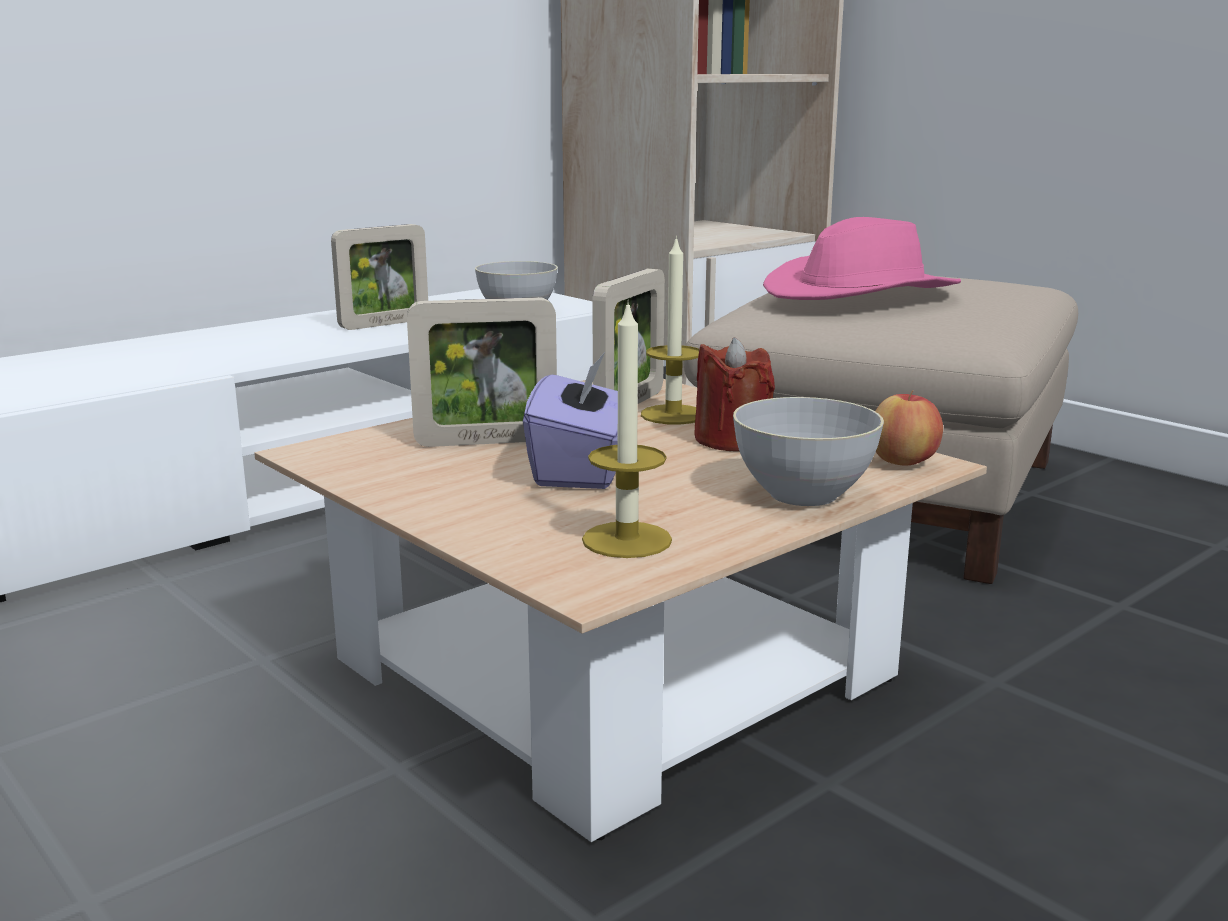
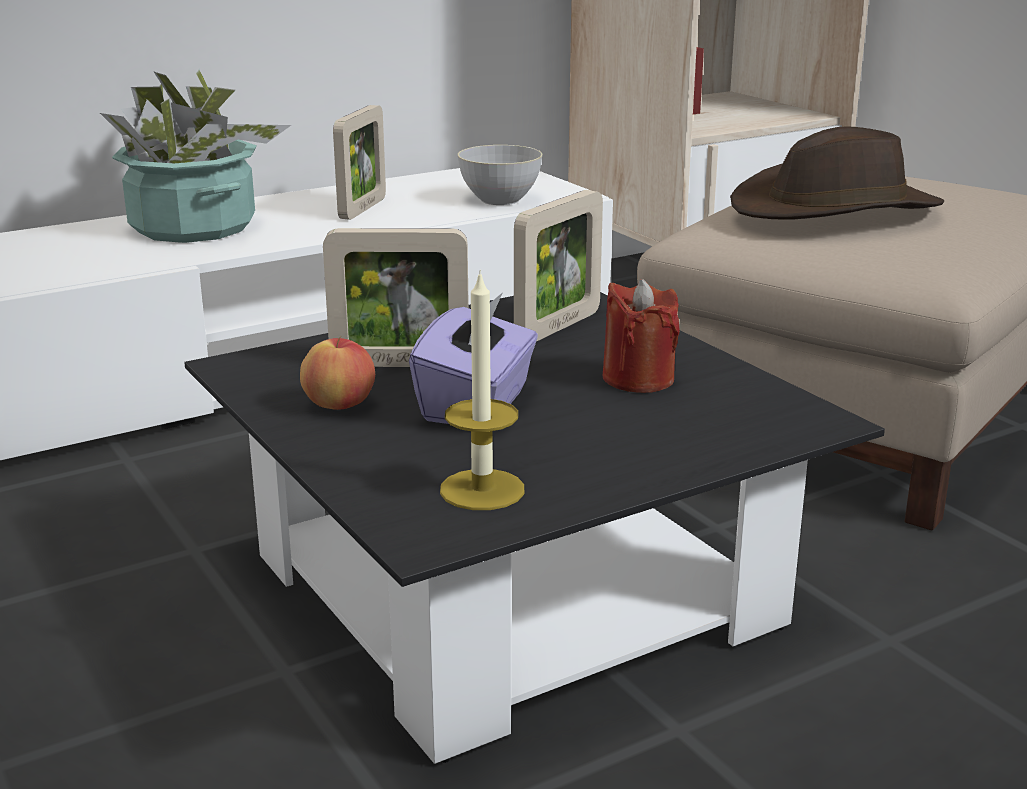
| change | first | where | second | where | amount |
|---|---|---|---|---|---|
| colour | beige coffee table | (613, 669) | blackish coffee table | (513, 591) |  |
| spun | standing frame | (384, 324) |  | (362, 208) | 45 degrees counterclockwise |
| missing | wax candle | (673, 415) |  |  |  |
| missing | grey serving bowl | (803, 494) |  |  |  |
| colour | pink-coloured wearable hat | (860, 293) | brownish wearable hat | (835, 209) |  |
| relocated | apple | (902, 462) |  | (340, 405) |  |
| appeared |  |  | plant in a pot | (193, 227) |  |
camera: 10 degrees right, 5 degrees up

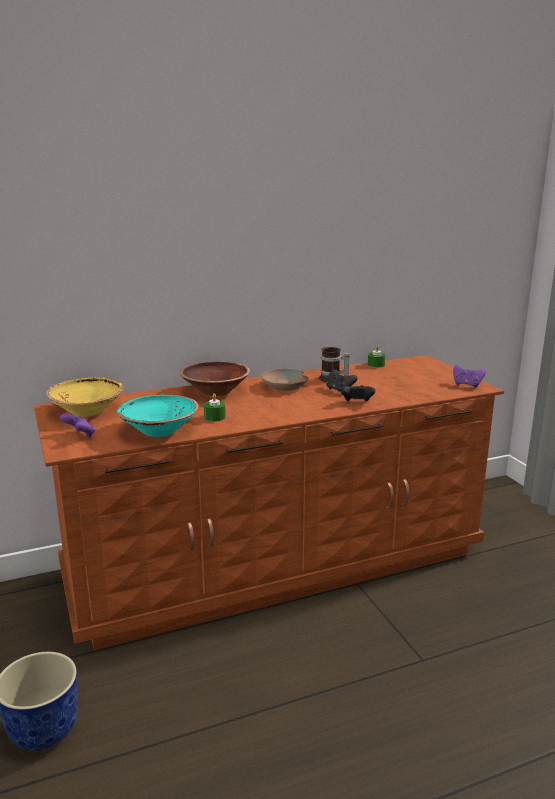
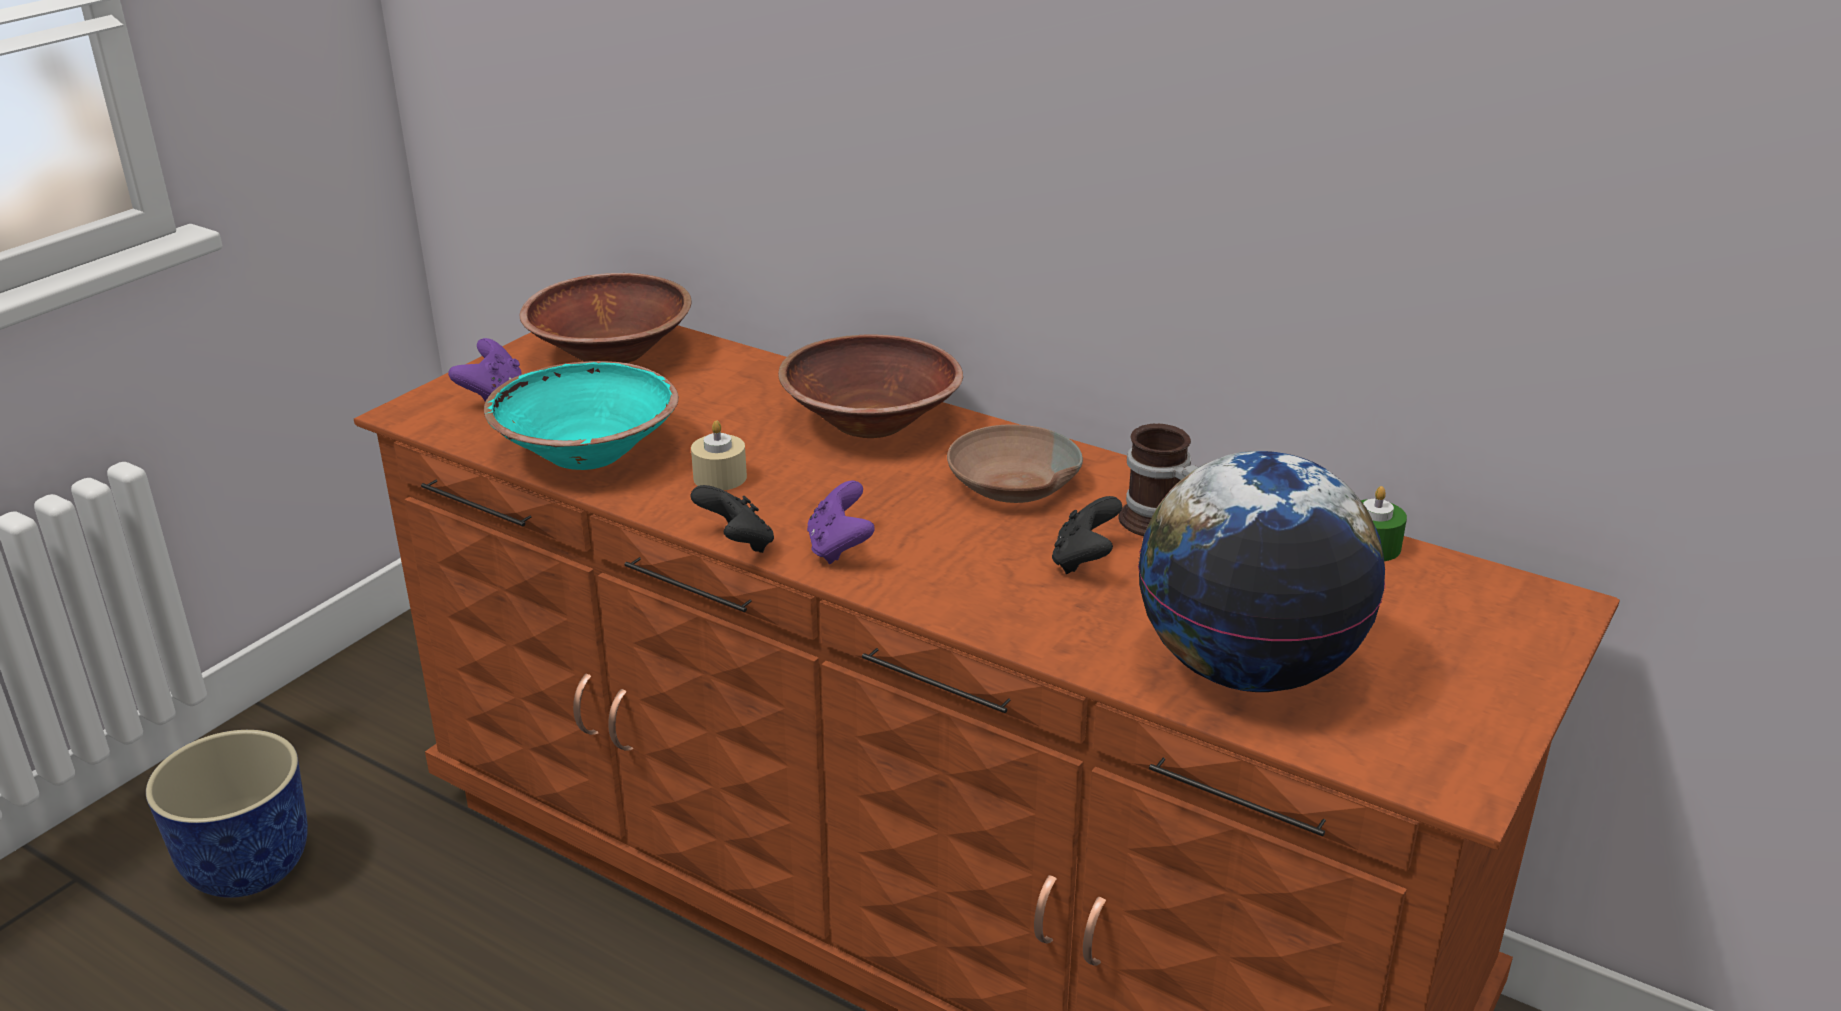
| change | first | where | second | where | amount |
|---|---|---|---|---|---|
| colour | yellowish serving bowl | (87, 411) | brownish serving bowl | (612, 353) |  |
| colour | green-coloured wax candle | (215, 417) | beige wax candle | (720, 477) |  |
| relocated | blackish joypad | (357, 403) |  | (737, 544) |  |
| relocated | purple joypad | (467, 385) |  | (839, 548) |  |
| appeared |  |  | desk globe | (1247, 668) |  |
camera: 55 degrees right, 10 degrees up

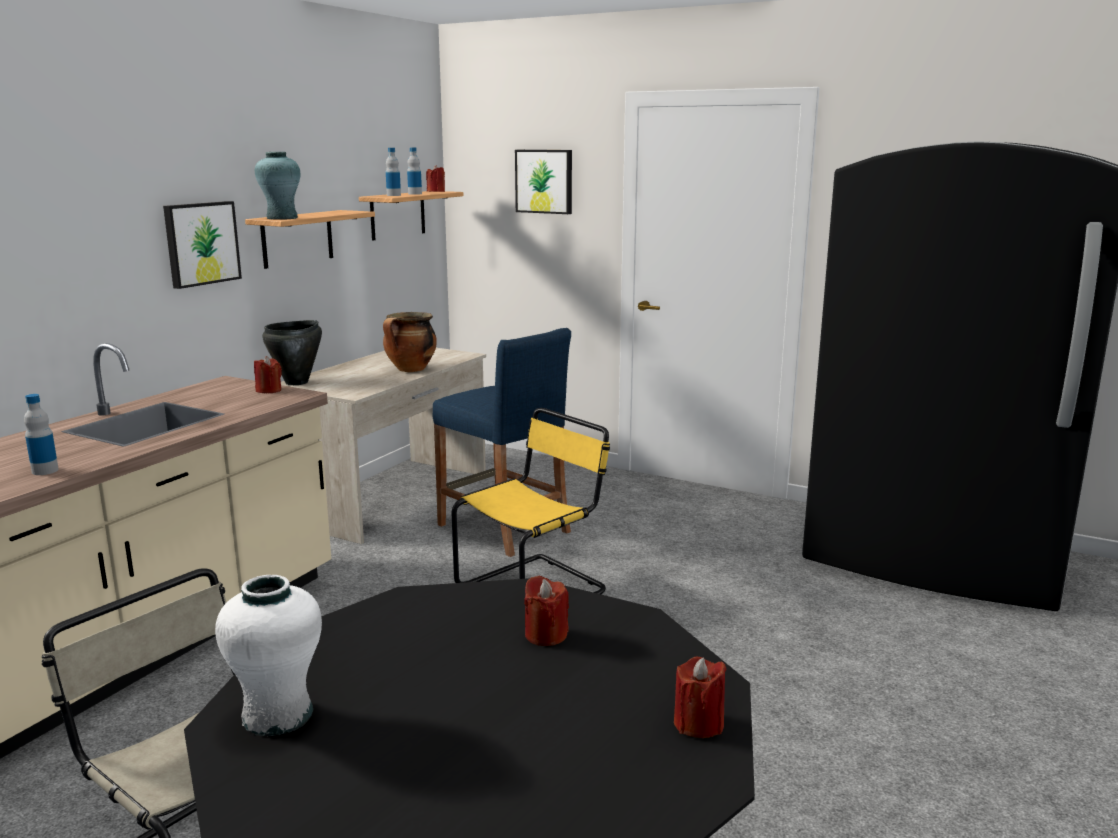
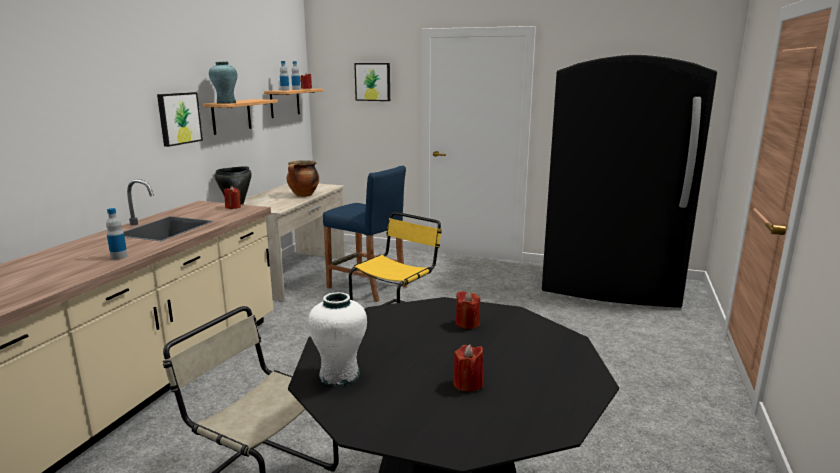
| change | first | where | second | where | amount |
|---|---|---|---|---|---|
| relocated | red-coloured wax candle | (698, 724) |  | (468, 384) |  |
camera: 10 degrees left, 0 degrees up

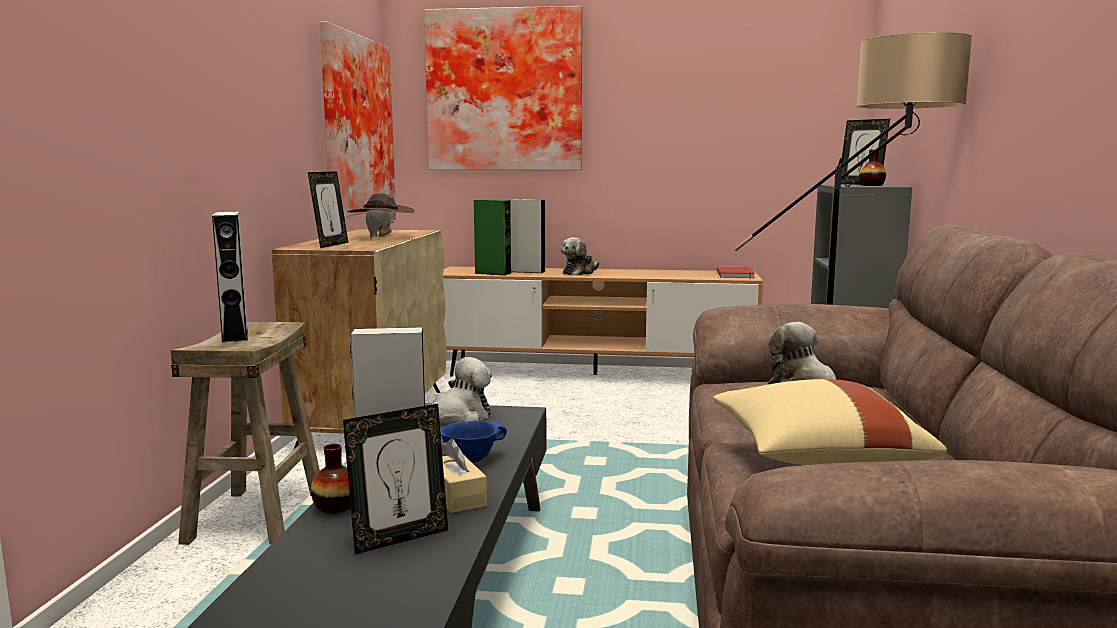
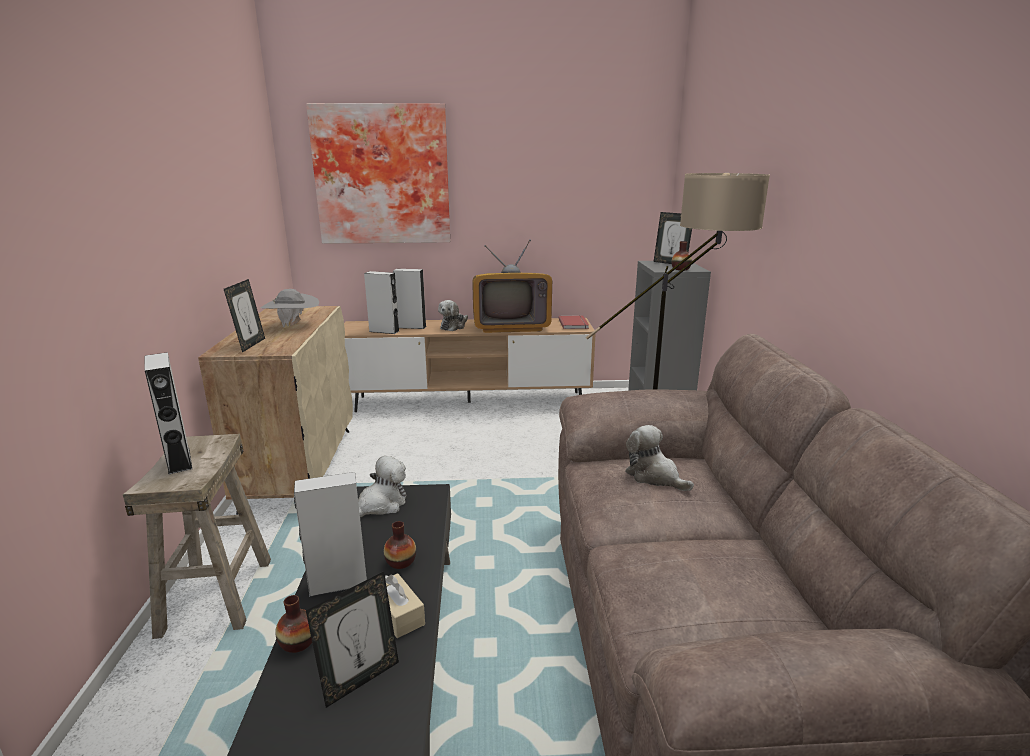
| change | first | where | second | where | amount |
|---|---|---|---|---|---|
| missing | picture | (353, 125) |  |  |  |
| colour | brownish wearable hat | (382, 238) | grey wearable hat | (293, 326) |  |
| exchanged | bluish serving bowl | (470, 459) | flower vase | (401, 562) |  |
| colour | green-coloured loudspeaker | (493, 273) | grey loudspeaker | (384, 331) |  |
| missing | beige throw pillow | (815, 456) |  |  |  |
| appeared |  |  | television | (511, 326) |  |
camera: 10 degrees left, 10 degrees up

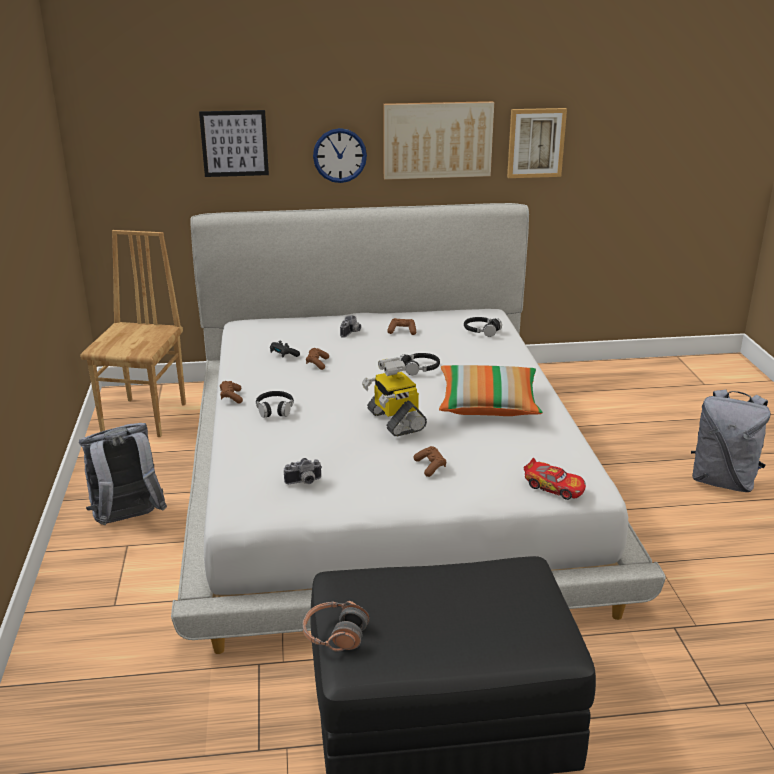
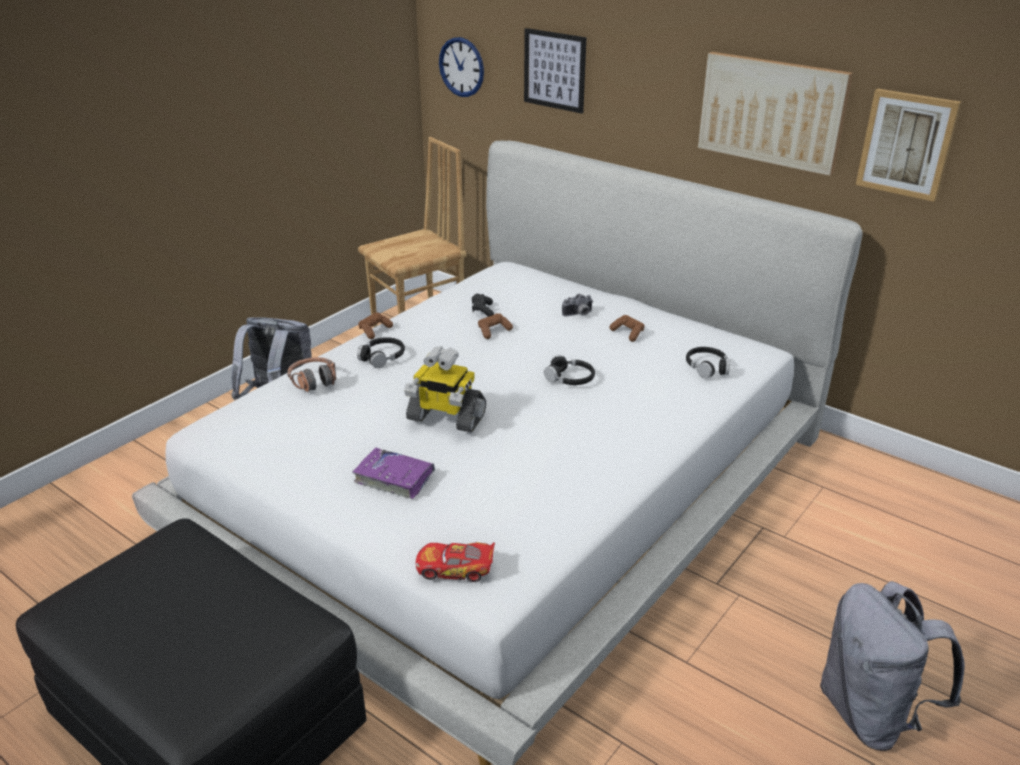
| change | first | where | second | where | amount |
|---|---|---|---|---|---|
| missing | still camera | (304, 482) |  |  |  |
| relocated | headset | (335, 635) |  | (314, 381) |  |
| relocated | hanging clock | (339, 155) |  | (461, 67) |  |
| spun | model robot | (394, 420) |  | (445, 417) | 90 degrees counterclockwise |
| exchanged | brownish joypad | (430, 467) | purple volume | (394, 478) |  |
| missing | throw pillow | (488, 405) |  |  |  |
| spun | miniature car | (554, 487) |  | (455, 568) | 105 degrees clockwise |
camera: 45 degrees right, 5 degrees up

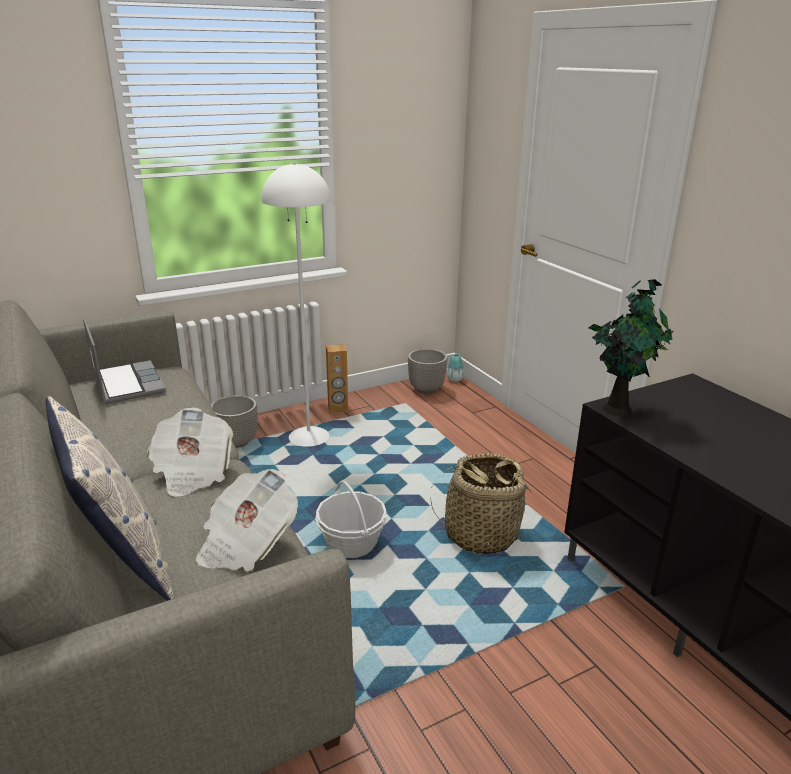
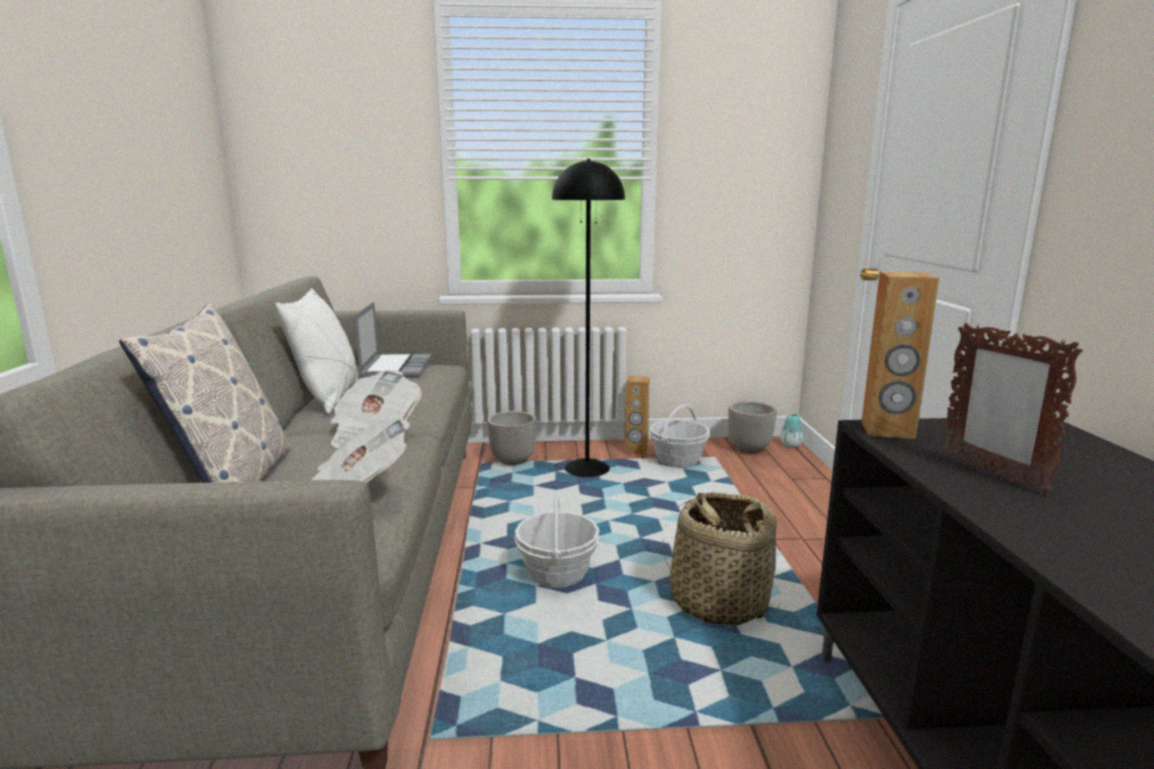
| change | first | where | second | where | amount |
|---|---|---|---|---|---|
| colour | white standard lamp | (309, 437) | blackish standard lamp | (587, 469) |  |
| exchanged | plant in a pot | (618, 408) | brownish loudspeaker | (887, 430) |  |
| appeared |  |  | white throw pillow | (329, 397) |  |
| appeared |  |  | household basket | (678, 461) |  |
| appeared |  |  | standing frame | (991, 473) |  |
camera: 25 degrees right, 10 degrees down

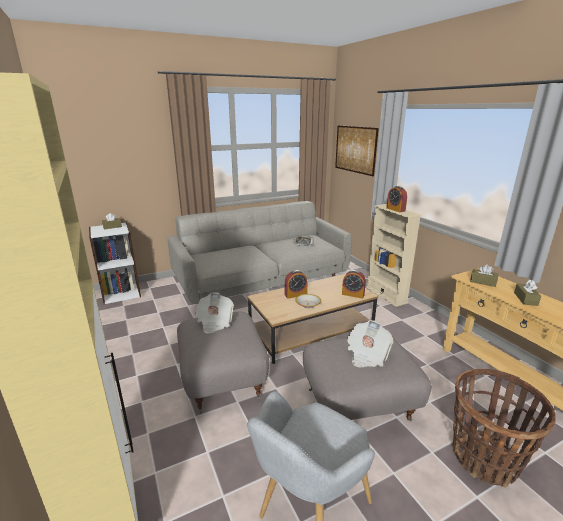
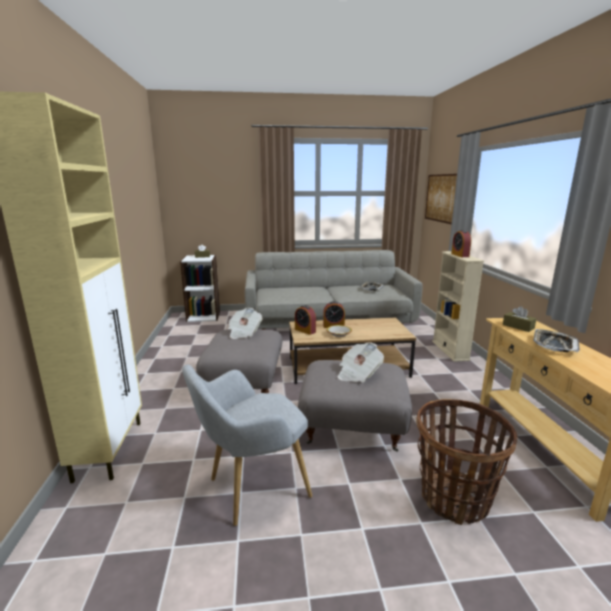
| change | first | where | second | where | amount |
|---|---|---|---|---|---|
| relocated | alarm clock | (353, 294) |  | (305, 330) |  |
| exchanged | brownish box of tissues | (525, 299) | serving tray | (554, 345) |  |
camera: 20 degrees right, 5 degrees down

